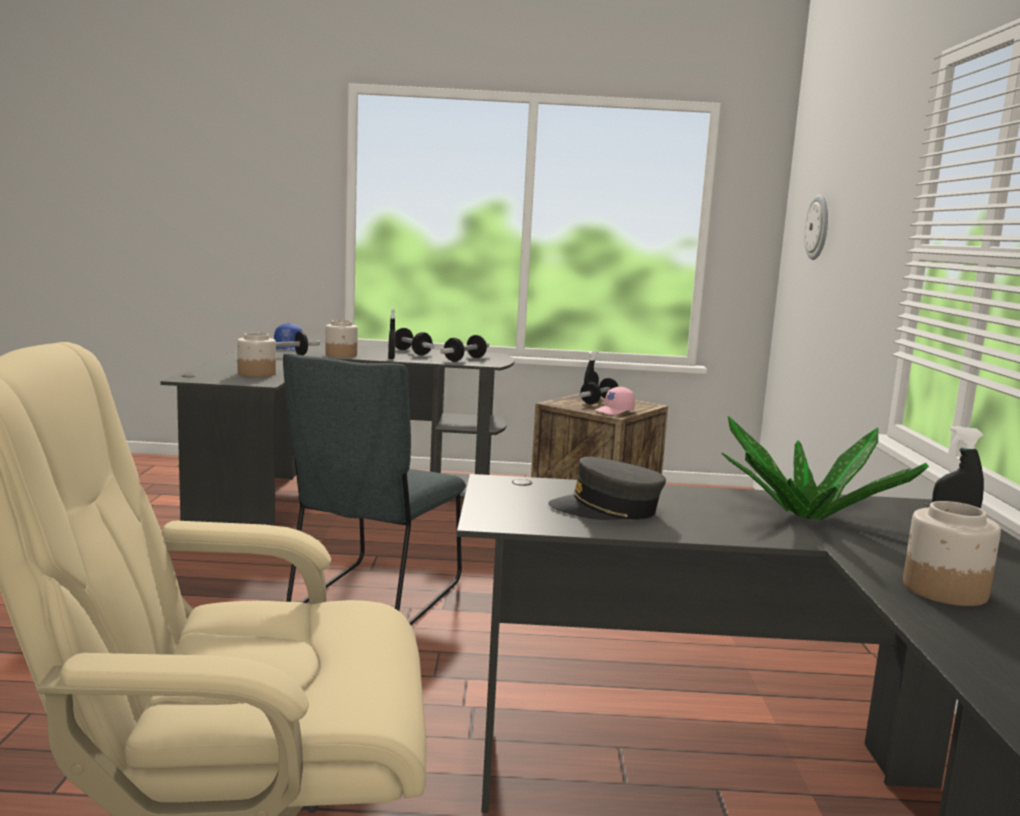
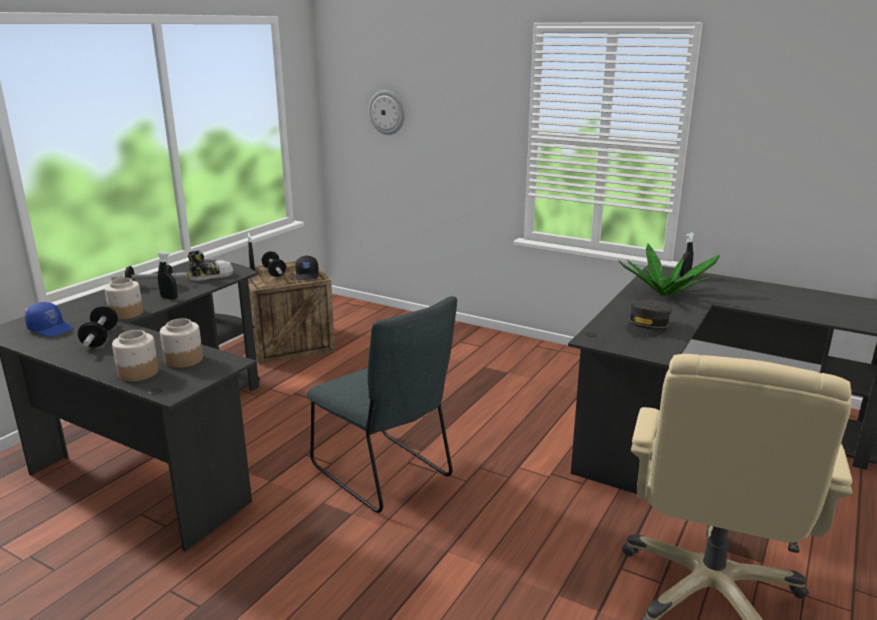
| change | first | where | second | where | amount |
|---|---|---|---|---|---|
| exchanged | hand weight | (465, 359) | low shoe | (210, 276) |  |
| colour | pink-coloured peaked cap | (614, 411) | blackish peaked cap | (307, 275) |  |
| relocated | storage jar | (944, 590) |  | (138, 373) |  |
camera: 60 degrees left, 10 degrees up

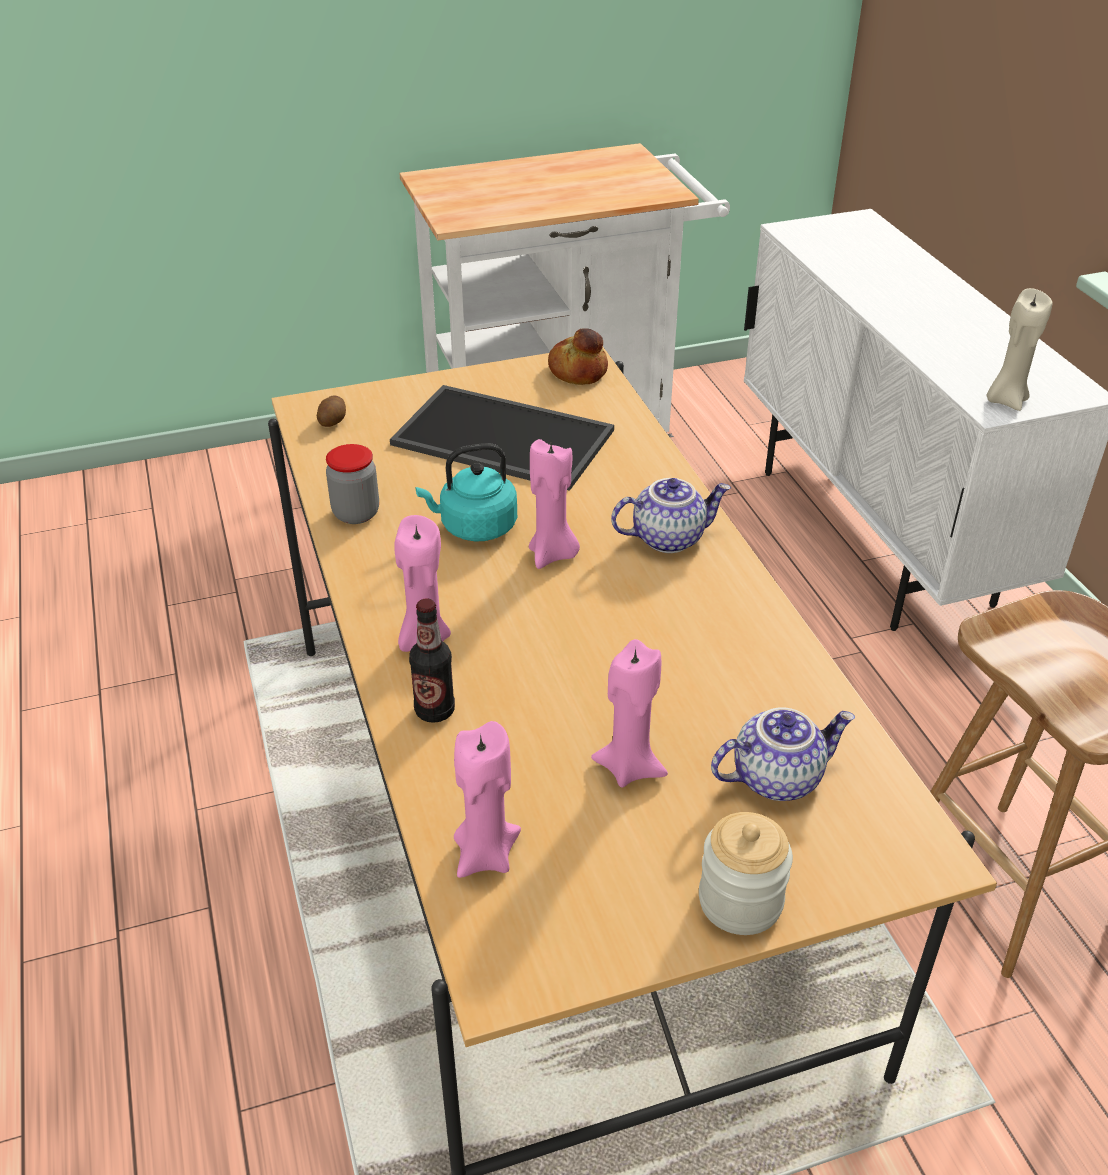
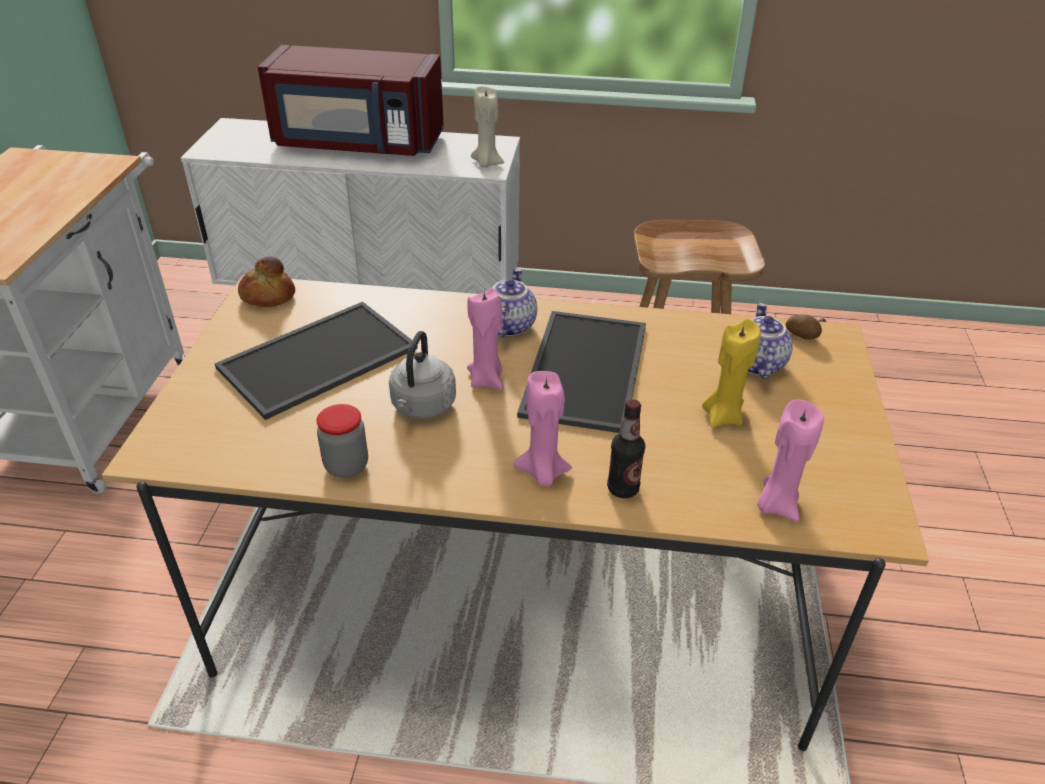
| change | first | where | second | where | amount |
|---|---|---|---|---|---|
| relocated | potato | (333, 421) |  | (802, 335) |  |
| colour | turquoise kettle | (474, 527) | grey kettle | (422, 407) |  |
| colour | pink-coloured wax candle | (629, 767) | yellowish wax candle | (723, 416) |  |
| missing | storage jar | (740, 901) |  |  |  |
| appeared |  |  | red-coloured microwave oven | (357, 143) |  |
| appeared |  |  | serving tray | (588, 371) |  |
camera: 65 degrees left, 0 degrees up

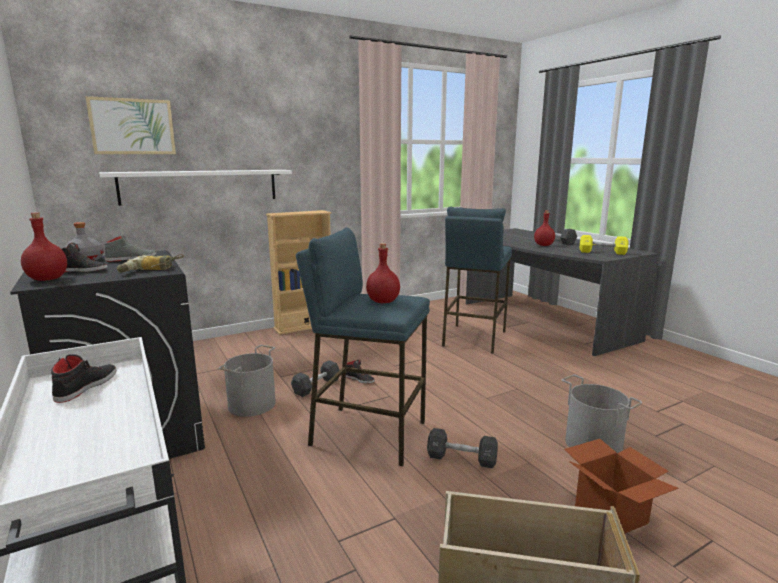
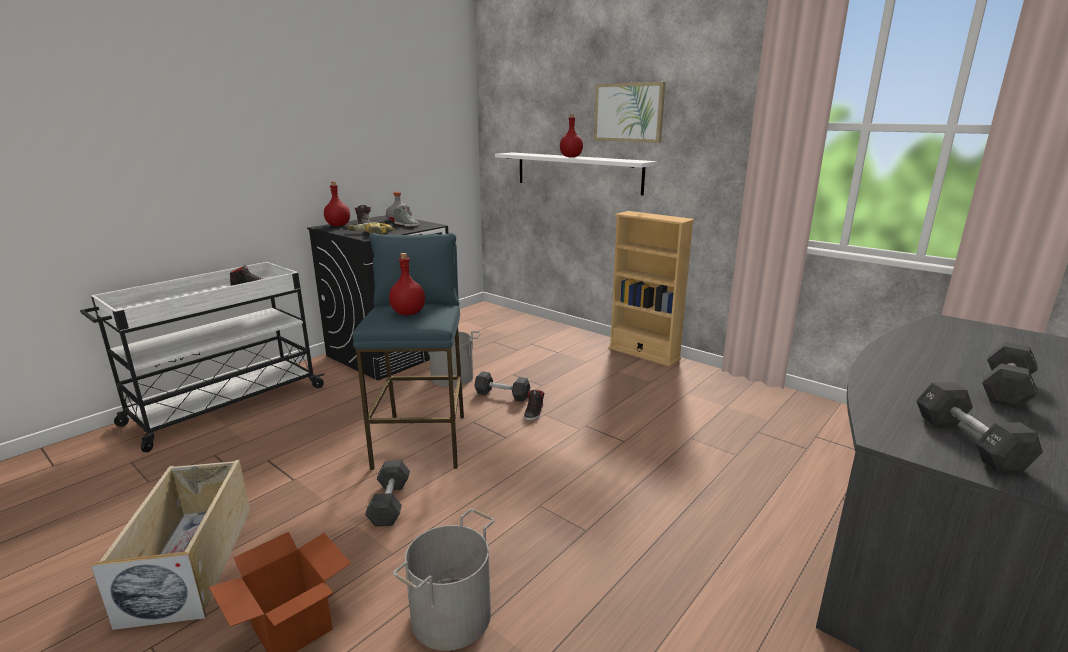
| change | first | where | second | where | amount |
|---|---|---|---|---|---|
| relocated | picture | (132, 126) |  | (629, 112) |  |
| missing | bluish stool seat | (473, 338) |  |  |  |
| relocated | red-coloured beverage bottle | (543, 245) |  | (571, 157) |  |
| colour | yellowish hand weight | (602, 252) | blackish hand weight | (968, 442) |  |
camera: 70 degrees right, 5 degrees up

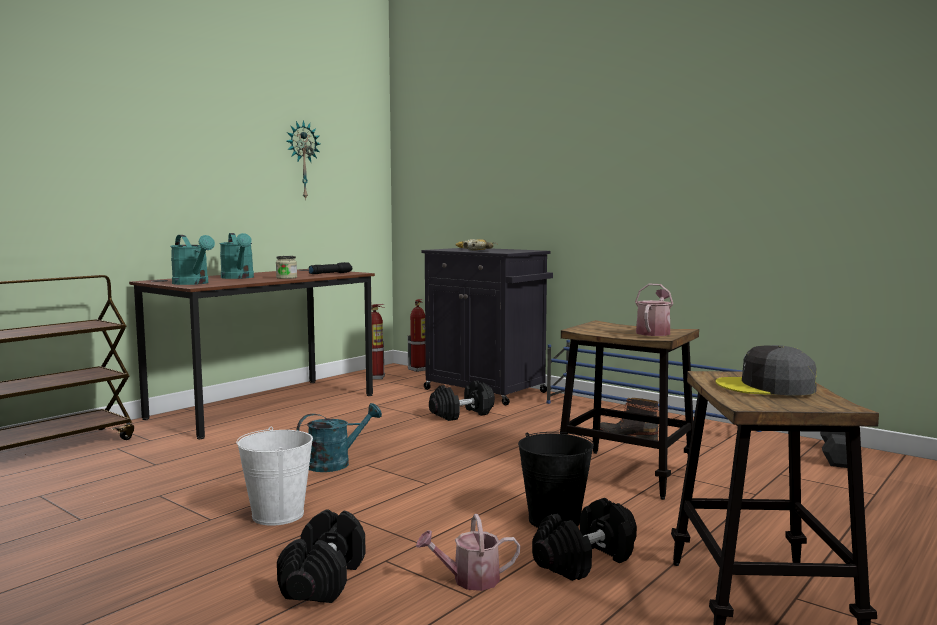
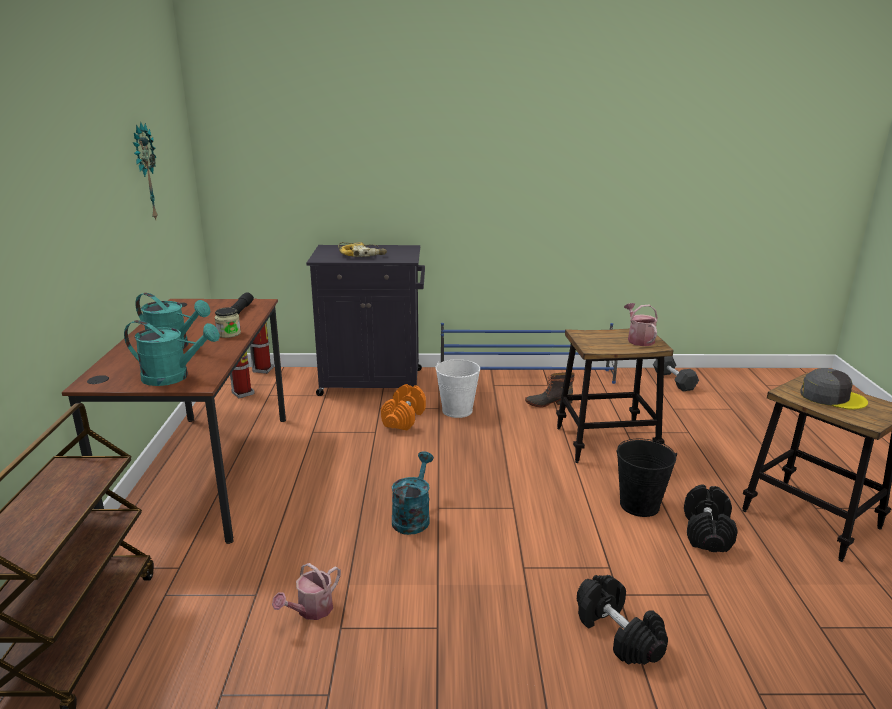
| change | first | where | second | where | amount |
|---|---|---|---|---|---|
| relocated | white bucket | (278, 515) |  | (457, 410) |  |
| relocated | sprinkling can | (469, 580) |  | (311, 610) |  |
| colour | blackish hand weight | (462, 414) | orangey hand weight | (403, 418) |  |
| spun | grey peaked cap | (766, 387) |  | (831, 397) | 135 degrees counterclockwise |
camera: 40 degrees left, 15 degrees up

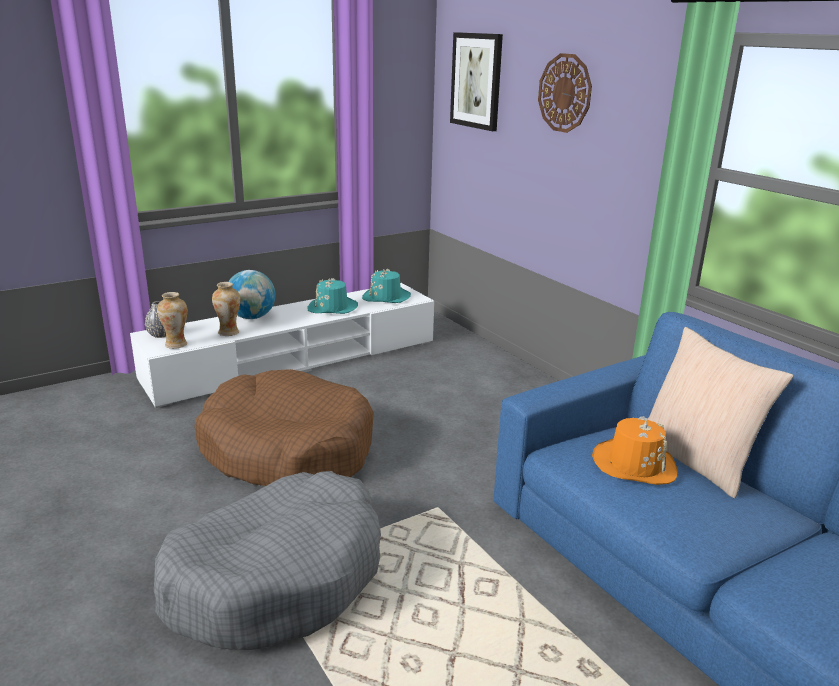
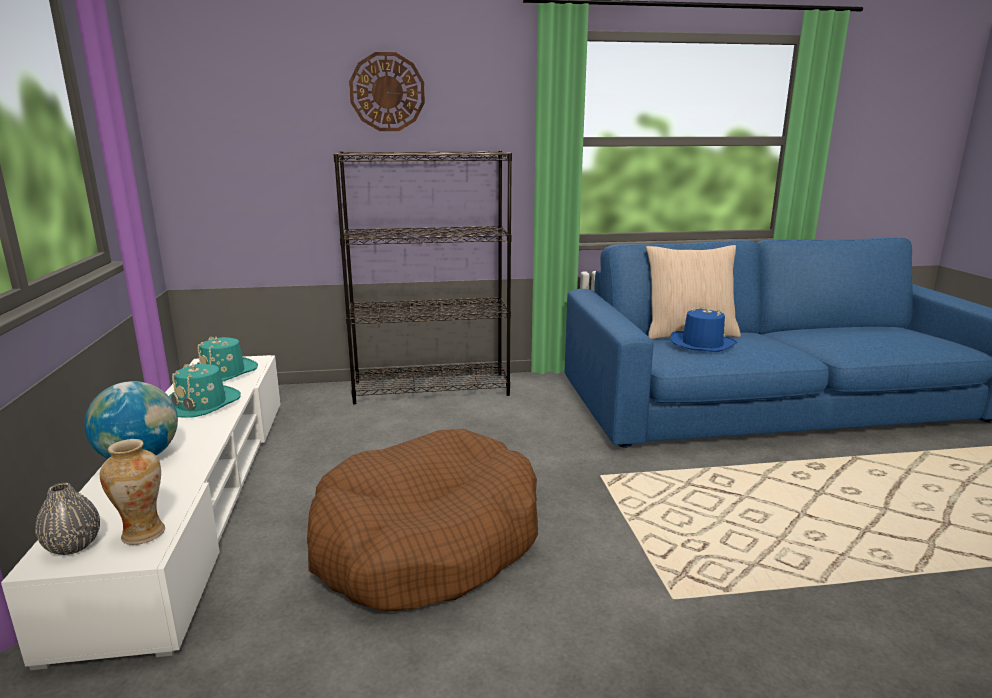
| change | first | where | second | where | amount |
|---|---|---|---|---|---|
| missing | grey dog bed | (277, 577) |  |  |  |
| missing | flower vase | (229, 332) |  |  |  |
| missing | picture | (476, 81) |  |  |  |
| colour | orangey wearable hat | (634, 464) | bluish wearable hat | (702, 344) |  |
| appeared |  |  | blackish bookcase | (432, 388) |  |
camera: 65 degrees left, 5 degrees down

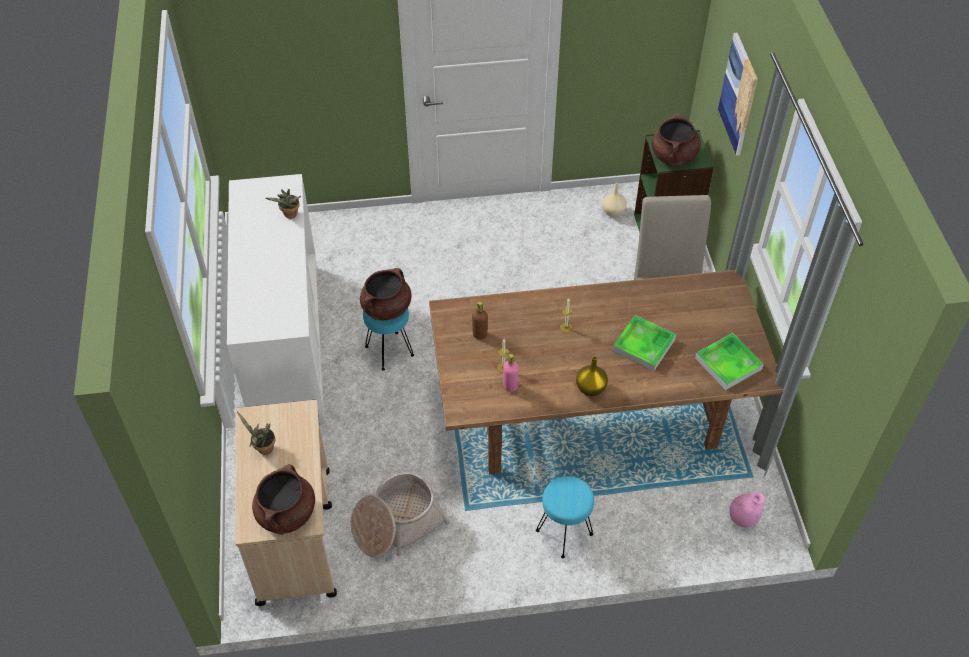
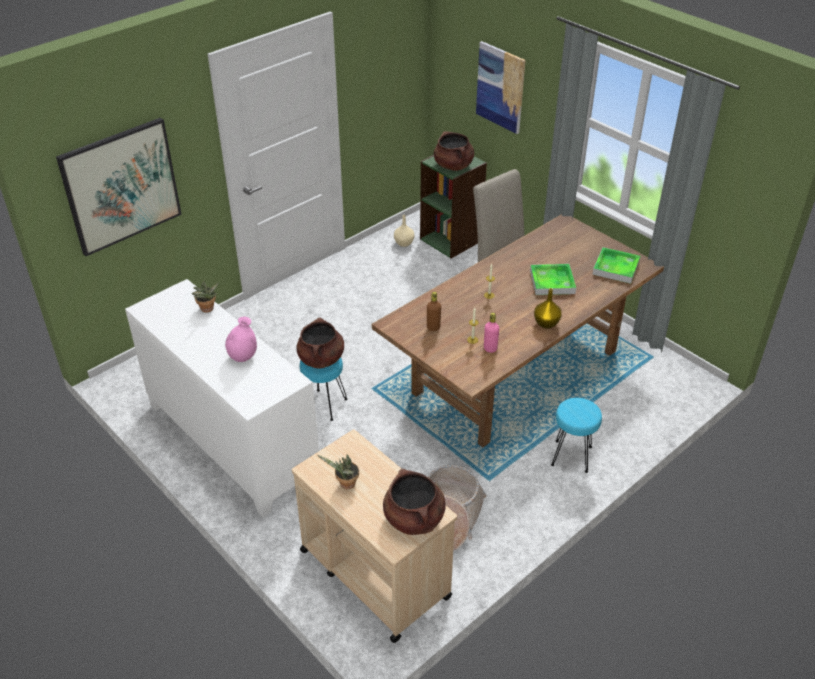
| change | first | where | second | where | amount |
|---|---|---|---|---|---|
| relocated | pink-coloured flower vase | (742, 519) |  | (243, 357) |  |
| appeared |  |  | picture | (121, 186) |  |
camera: 35 degrees left, 10 degrees down

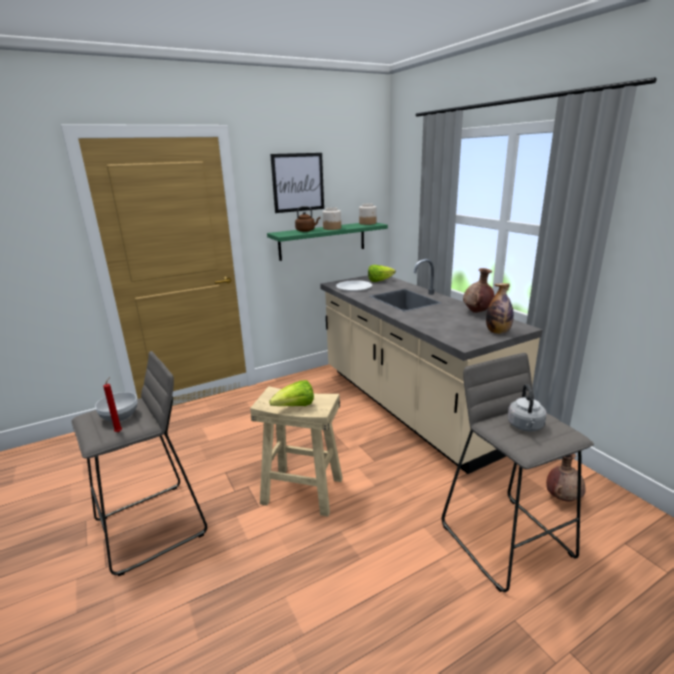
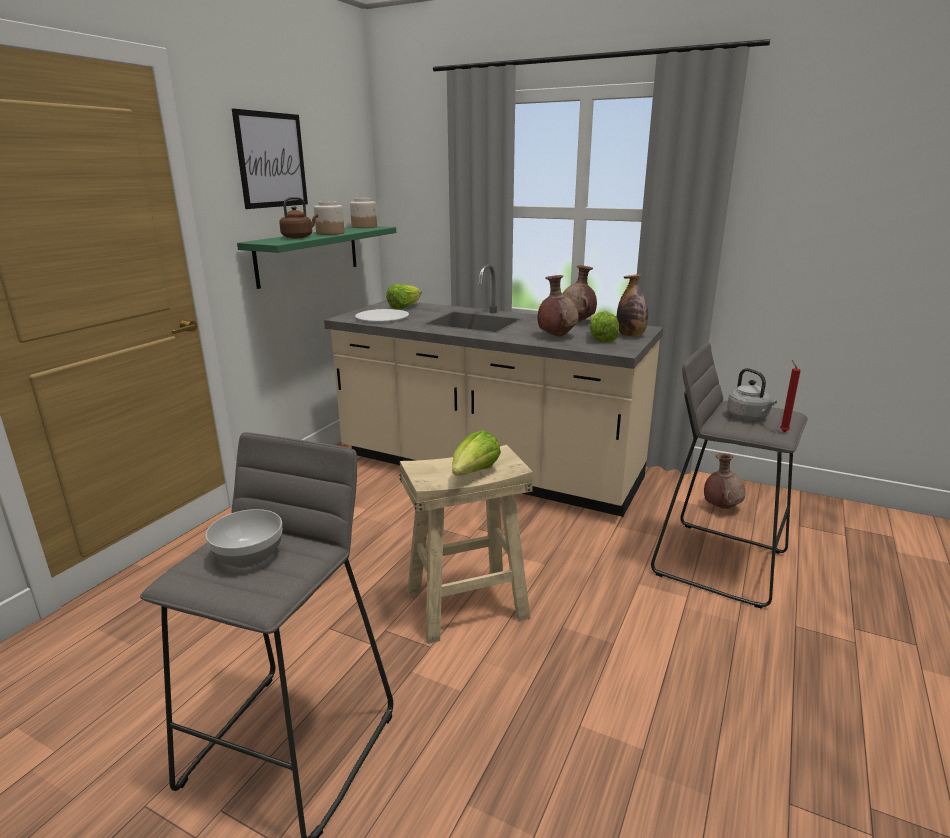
| change | first | where | second | where | amount |
|---|---|---|---|---|---|
| relocated | red-coloured wax candle | (119, 431) |  | (783, 431) |  |
| appeared |  |  | brownish flower vase | (556, 336) |  |
| appeared |  |  | head of lettuce | (600, 339) |  |
camera: 35 degrees left, 0 degrees up

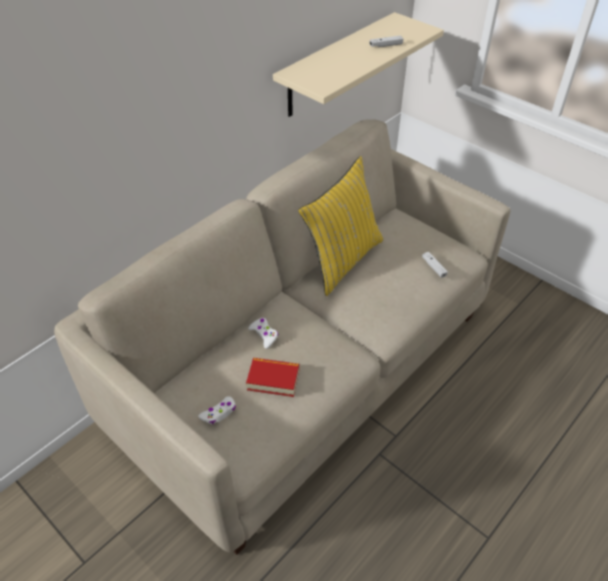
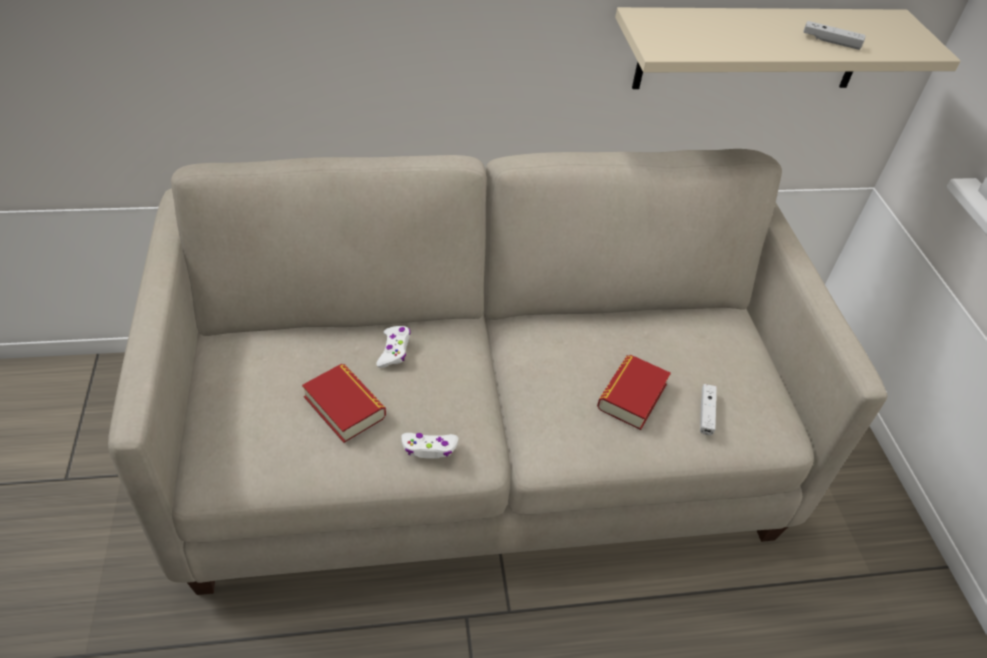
| change | first | where | second | where | amount |
|---|---|---|---|---|---|
| relocated | white joypad | (219, 413) |  | (429, 448) |  |
| missing | yellowish throw pillow | (342, 260) |  |  |  |
| appeared |  |  | volume | (632, 396) |  |
camera: 35 degrees right, 0 degrees up

